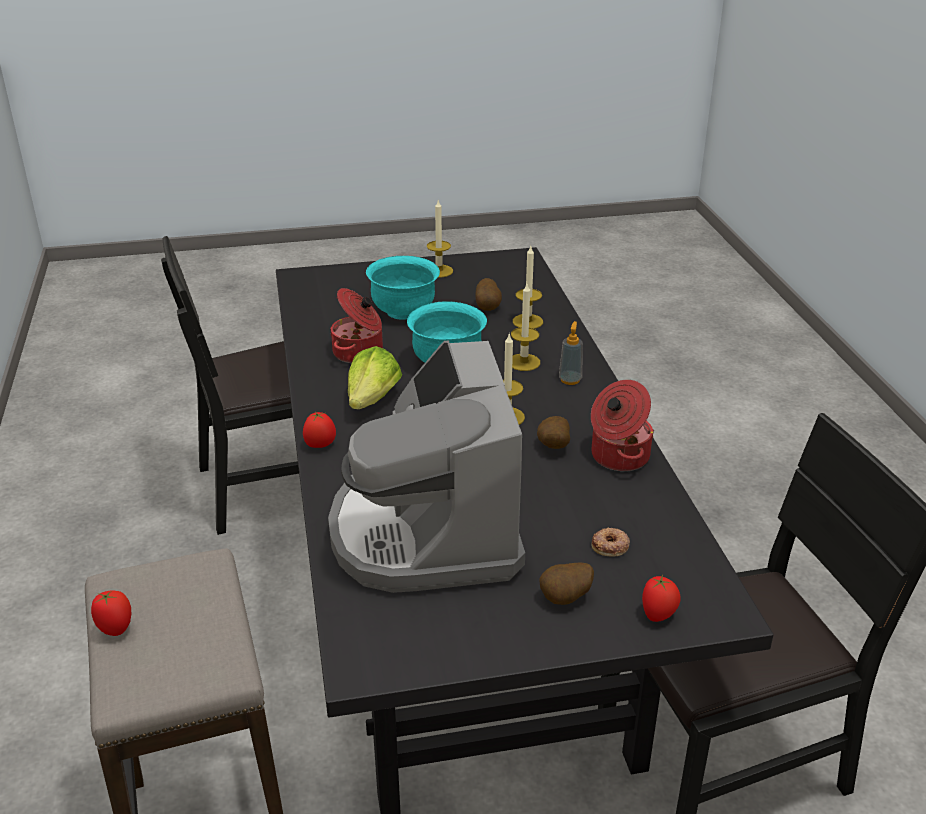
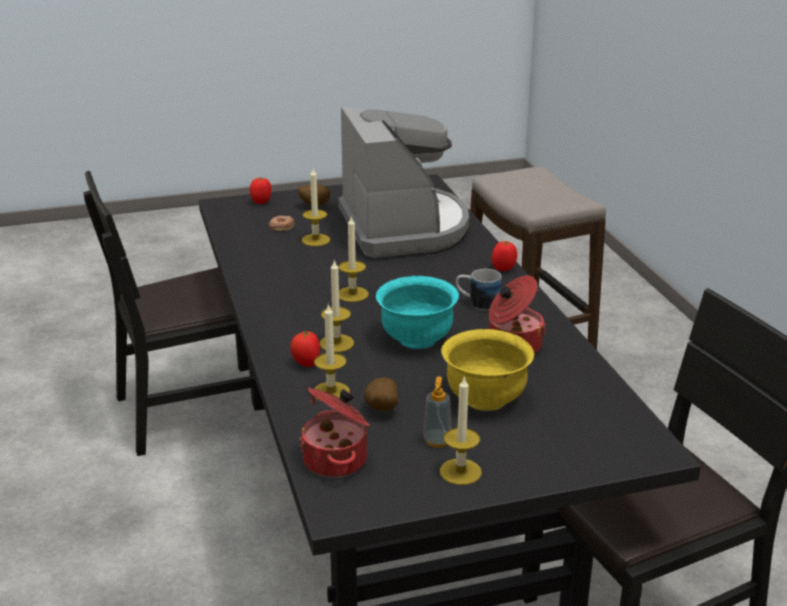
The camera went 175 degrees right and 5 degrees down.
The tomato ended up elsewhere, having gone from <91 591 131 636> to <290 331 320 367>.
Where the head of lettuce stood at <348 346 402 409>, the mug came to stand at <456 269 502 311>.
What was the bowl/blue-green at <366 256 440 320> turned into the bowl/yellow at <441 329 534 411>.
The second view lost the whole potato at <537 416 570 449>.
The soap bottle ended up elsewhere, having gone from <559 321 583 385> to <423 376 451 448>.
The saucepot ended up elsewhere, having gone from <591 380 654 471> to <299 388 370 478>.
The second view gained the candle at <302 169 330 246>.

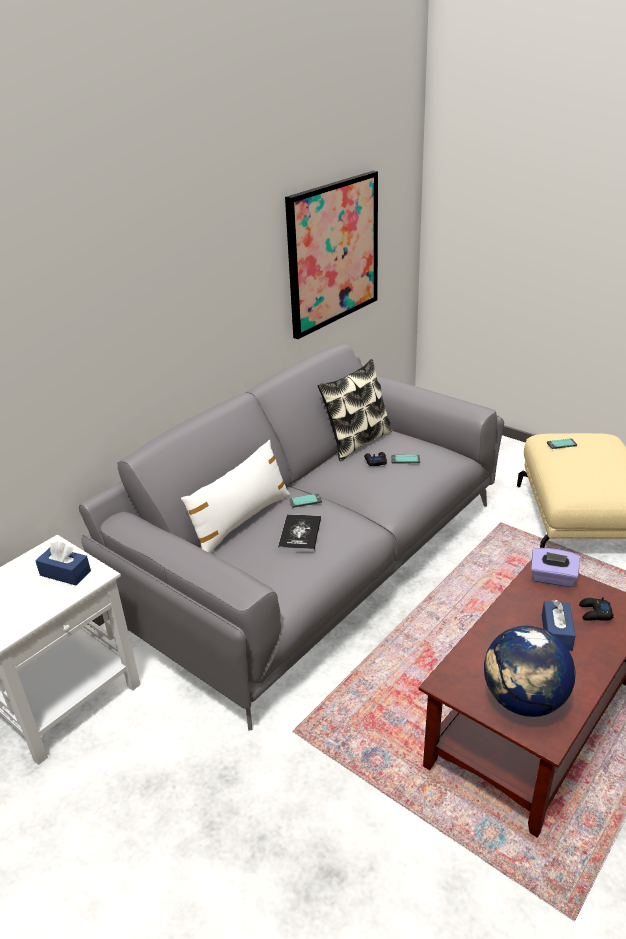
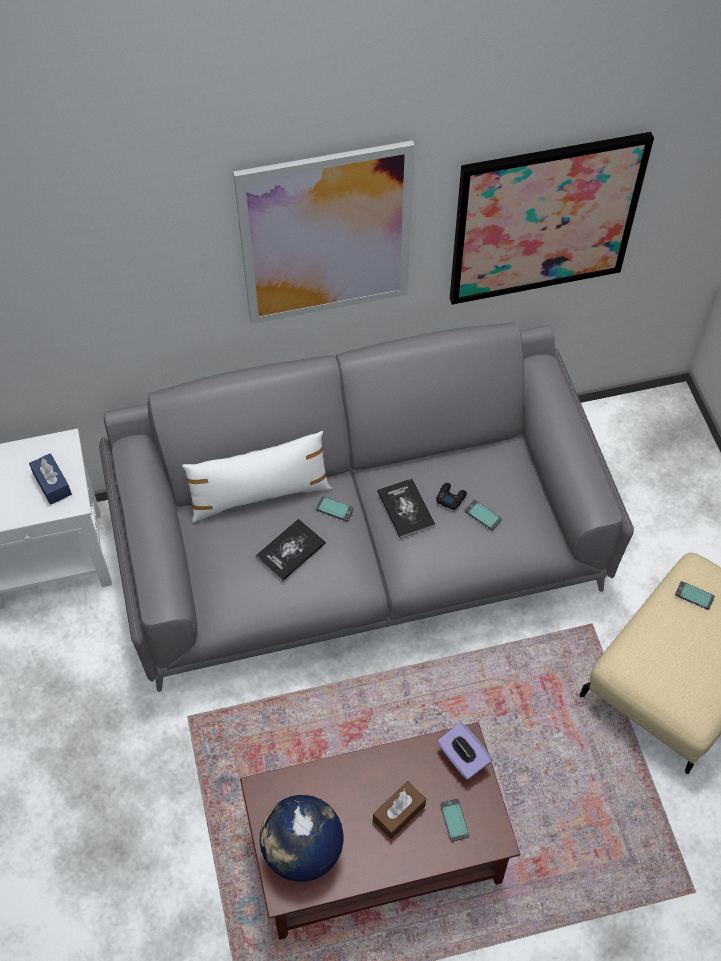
The camera went 35 degrees right and 25 degrees up.
The second view lost the cushion at <317 359 393 461>.
What was the tissue box/blue-coloured at <542 600 576 651> turned into the tissue box/brown at <373 781 426 839>.
Where the gamepad/black-coloured stood at <579 597 614 621>, the phone came to stand at <440 799 469 842>.
The second view gained the wall picture at <233 140 414 324>.
The second view gained the volume at <377 478 435 539>.

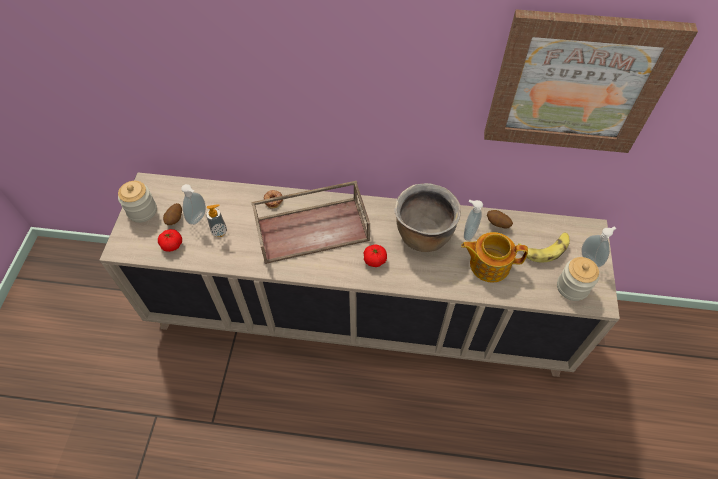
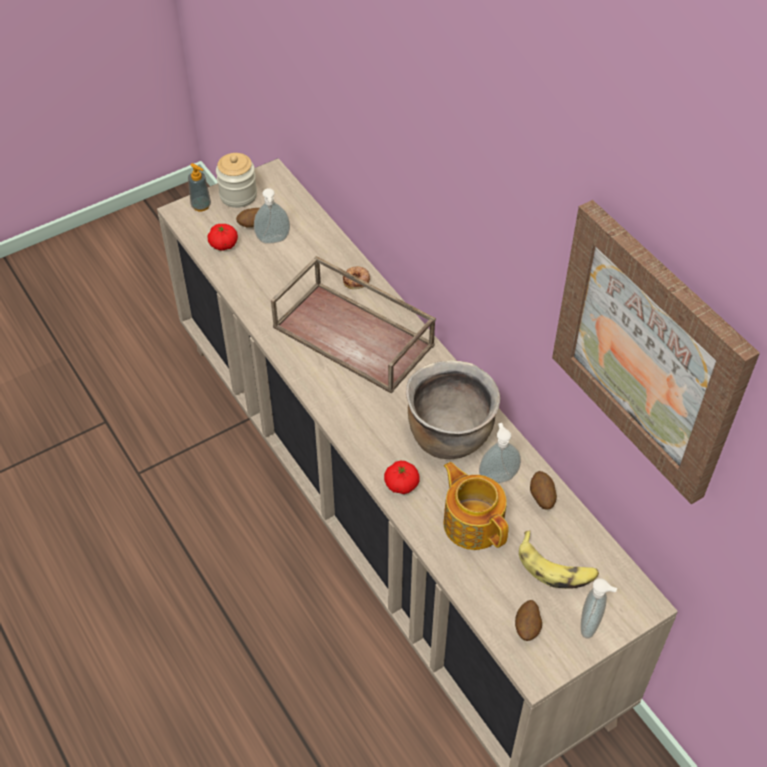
The camera went 50 degrees right and 5 degrees down.
The soap bottle ended up elsewhere, having gone from <206 204 227 237> to <188 163 211 211>.
The tomato ended up elsewhere, having gone from <364 244 387 267> to <384 461 419 494>.
Where the storage jar stood at <557 257 599 301>, the whole potato came to stand at <515 600 542 641>.

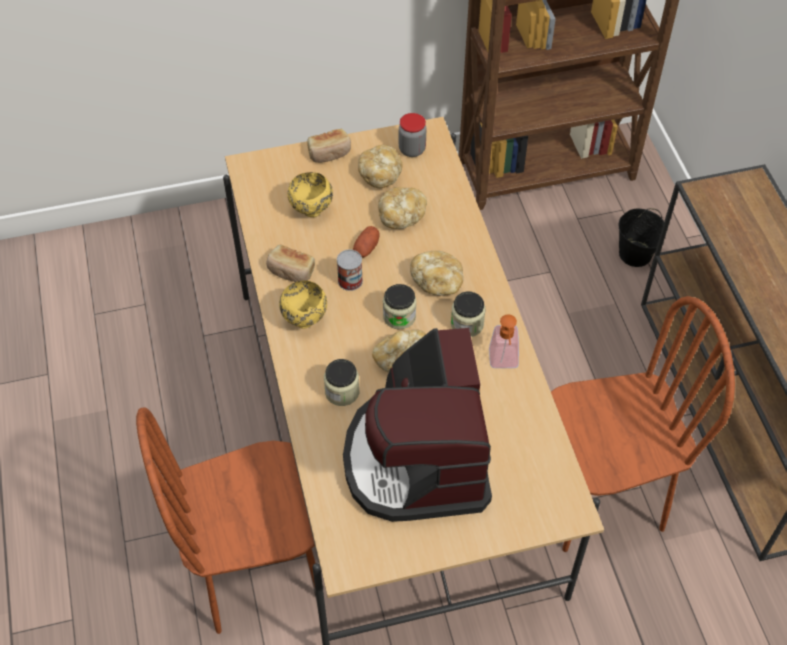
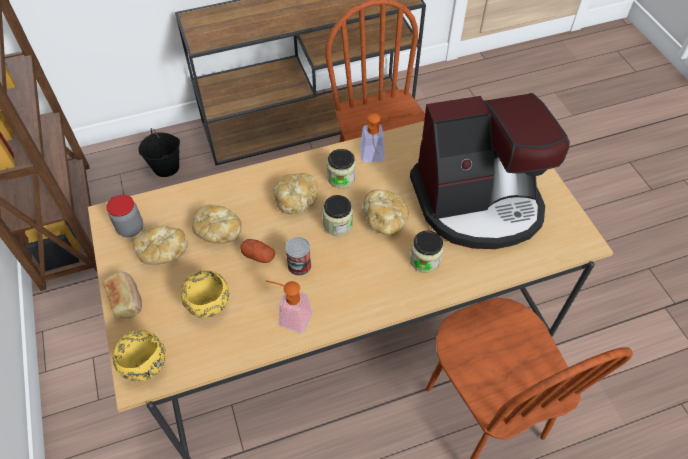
The camera went 95 degrees left and 0 degrees up.
Where the bread stood at <266 245 315 282>, the soap bottle came to stand at <266 280 312 333>.
The bowl/yellow ended up elsewhere, having gone from <279 281 327 329> to <113 330 166 382>.

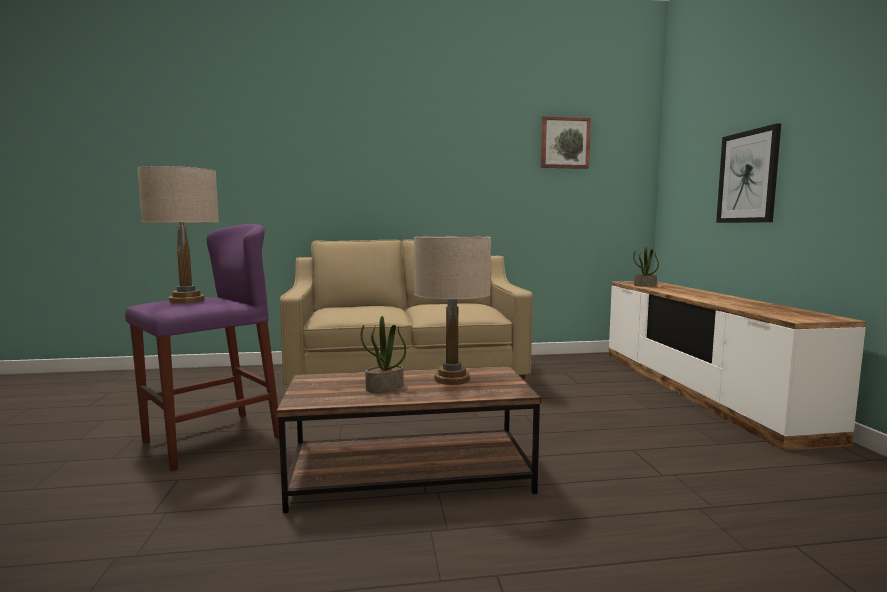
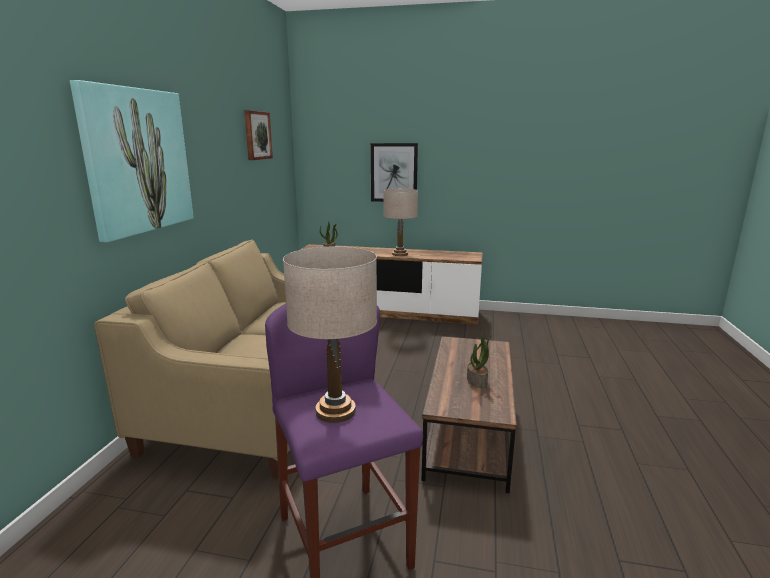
The camera went 70 degrees left and 10 degrees up.
The table lamp/sand-coloured ended up elsewhere, having gone from <414 236 491 385> to <383 188 418 256>.
The second view gained the wall picture at <70 80 194 243>.

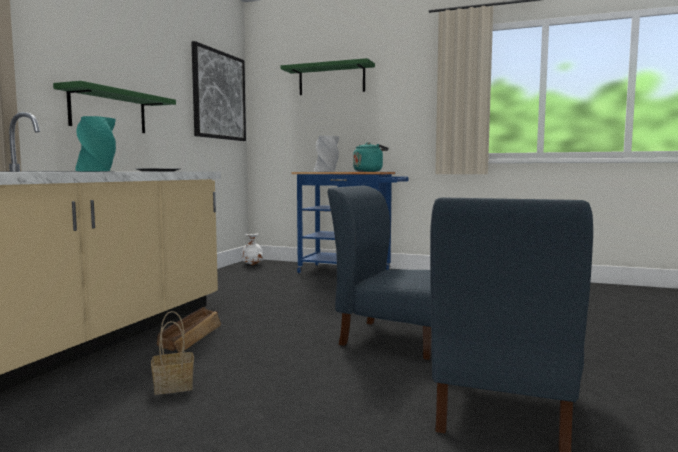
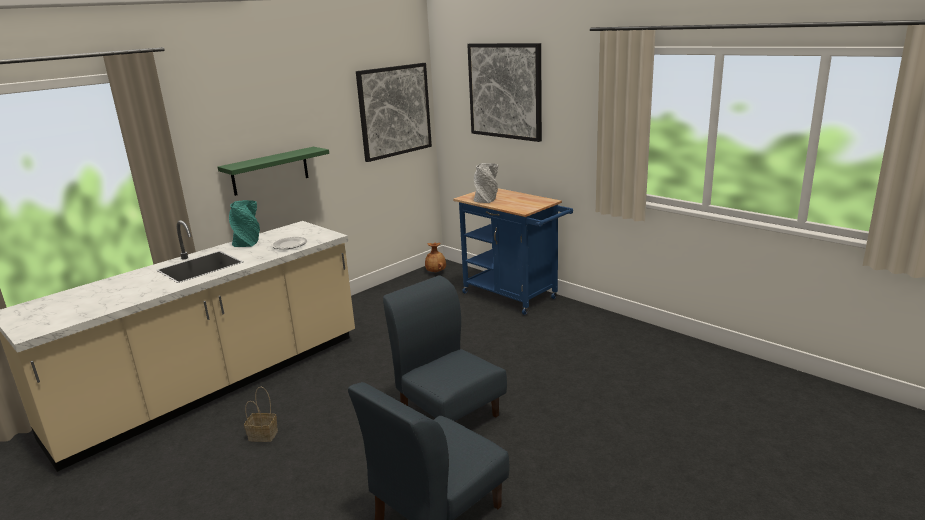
The camera went 25 degrees right and 15 degrees up.
The second view lost the packing crate at <157 307 221 353>.
What was the flower vase/white-coloured at <241 233 263 265> turned into the flower vase/brown at <425 243 446 272>.
Where the shelf/greenish hung at <281 58 375 95>, the wall picture came to hang at <467 43 542 142>.
The second view lost the tea kettle/blue-green at <353 142 389 172>.

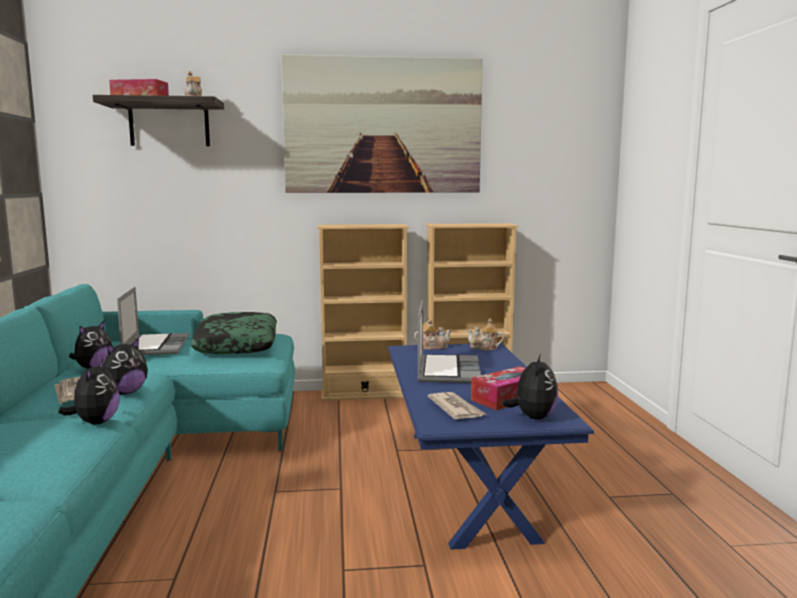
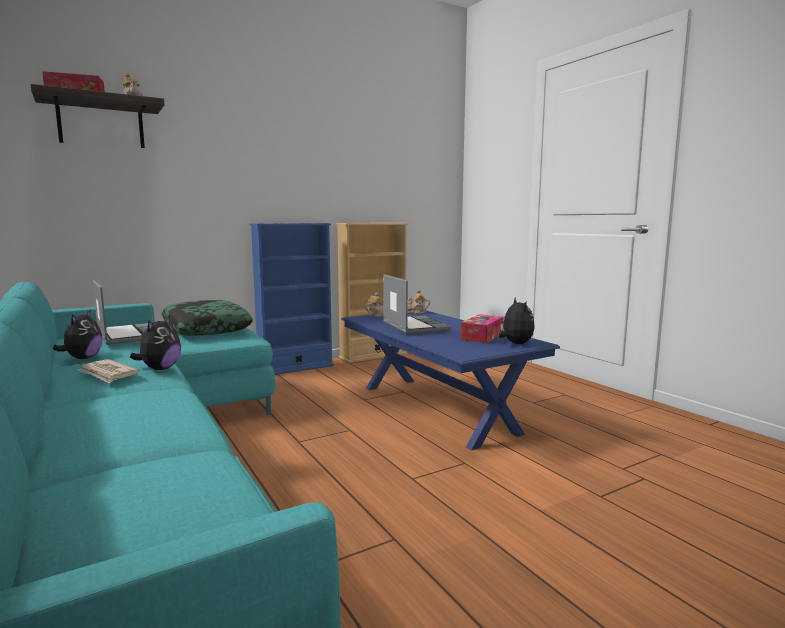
The camera went 25 degrees left and 0 degrees up.
The second view lost the plush toy at <58 359 120 424>.
The second view lost the wall picture at <281 54 483 193>.
What was the shelving unit/sand-coloured at <318 224 409 401> turned into the shelving unit/blue-coloured at <250 223 334 375>.
The second view lost the newspaper at <428 392 486 419>.

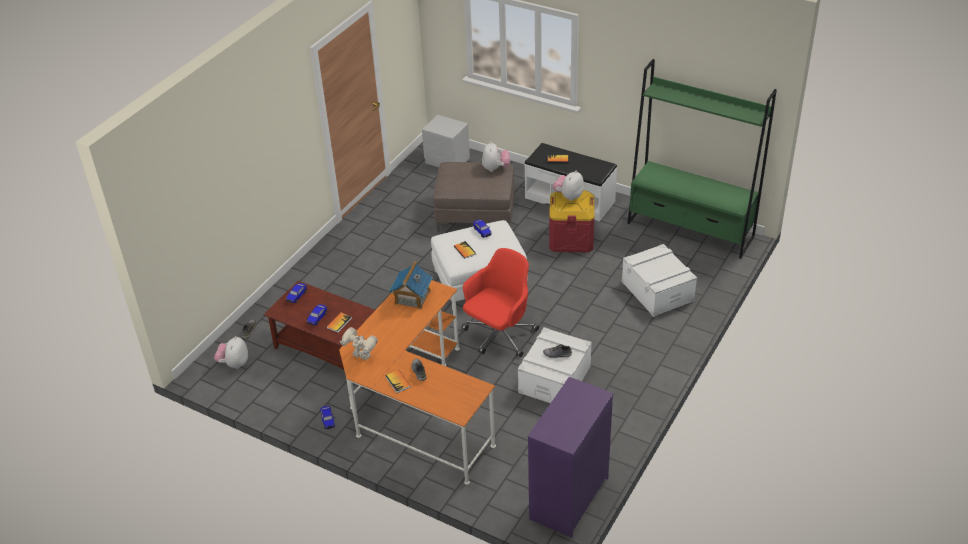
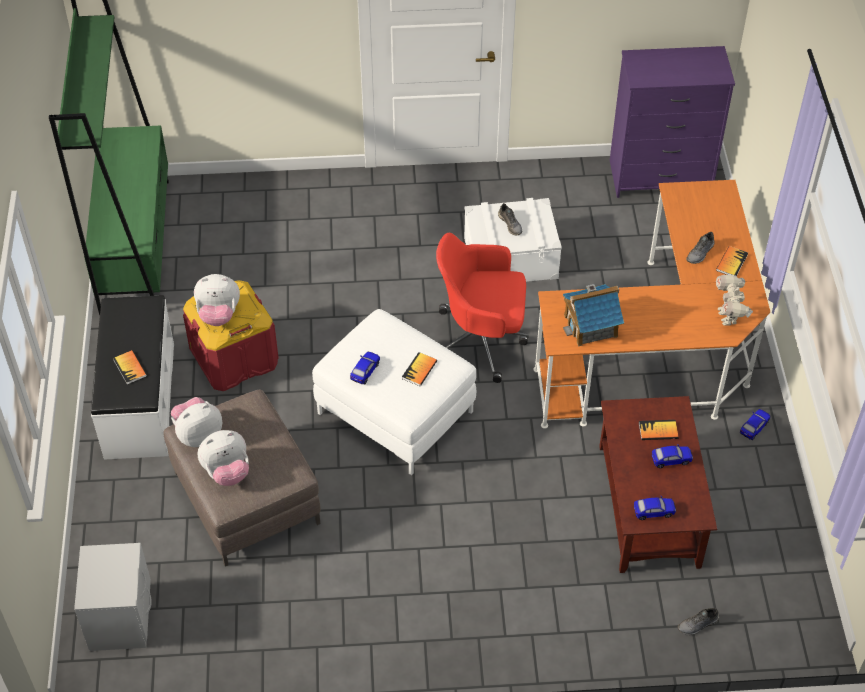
The camera went 125 degrees left and 10 degrees up.
The plush toy ended up elsewhere, having gone from <214 336 248 369> to <198 430 249 486>.
The second view lost the storage box/white-coloured at <622 244 697 317>.

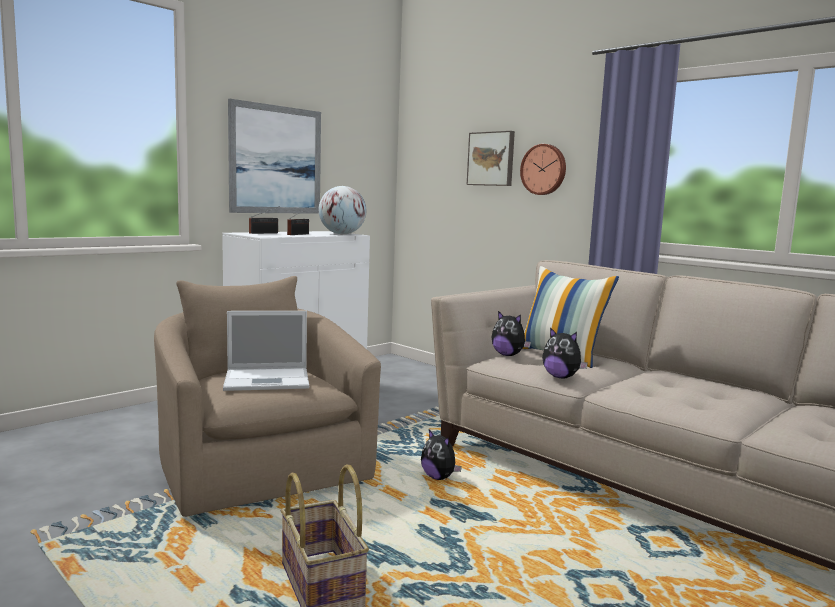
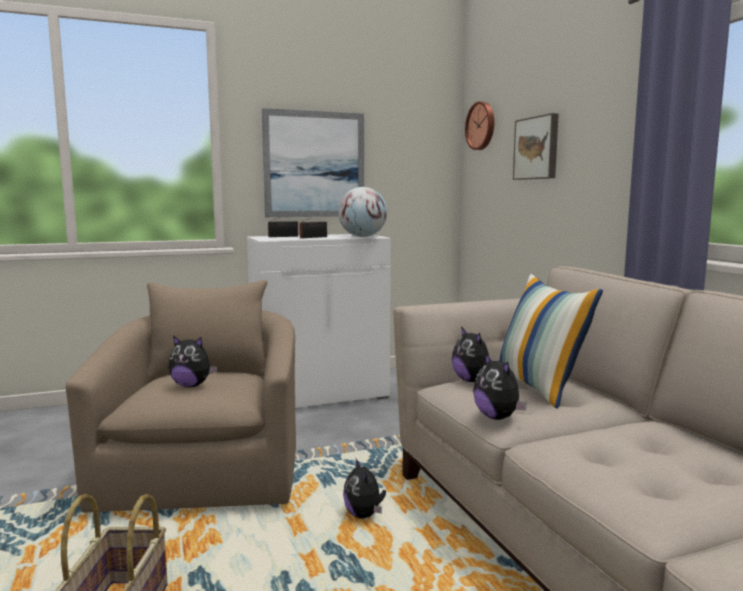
The camera went 25 degrees right and 0 degrees up.
Where the portable computer stood at <223 311 309 391>, the plush toy came to stand at <168 336 217 387>.
The clock on the wall ended up elsewhere, having gone from <520 144 566 195> to <465 102 494 150>.

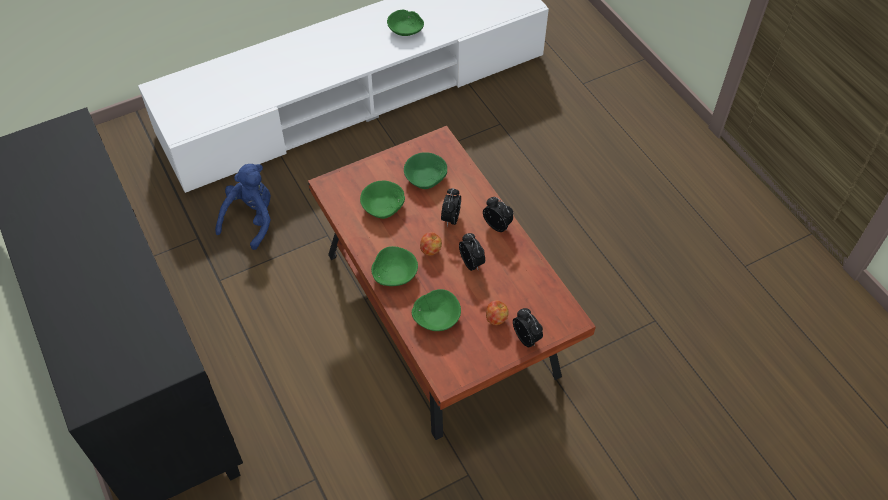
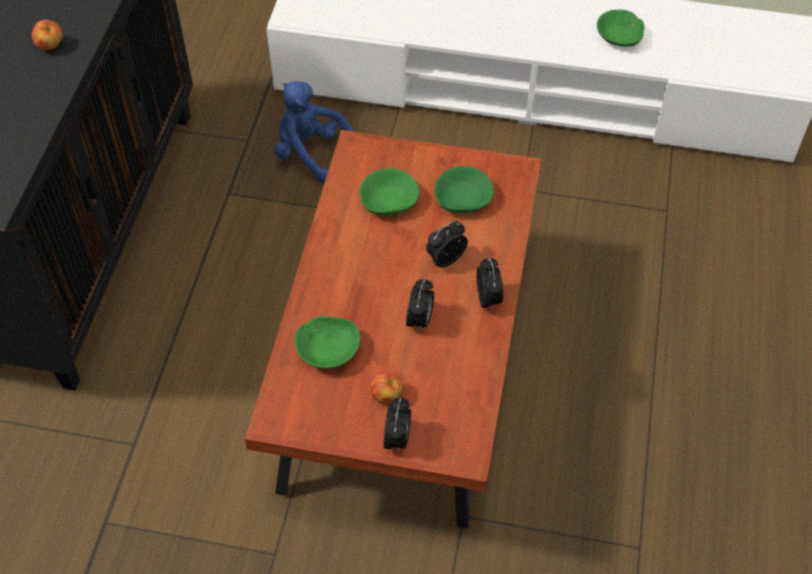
The camera went 40 degrees right and 0 degrees up.
The plush toy/blue-coloured at <215 164 271 250> ended up facing another way, 120 degrees counterclockwise from before.
The second view lost the bowl/greenish at <371 246 418 286>.
The apple ended up elsewhere, having gone from <420 232 442 256> to <32 20 62 50>.

